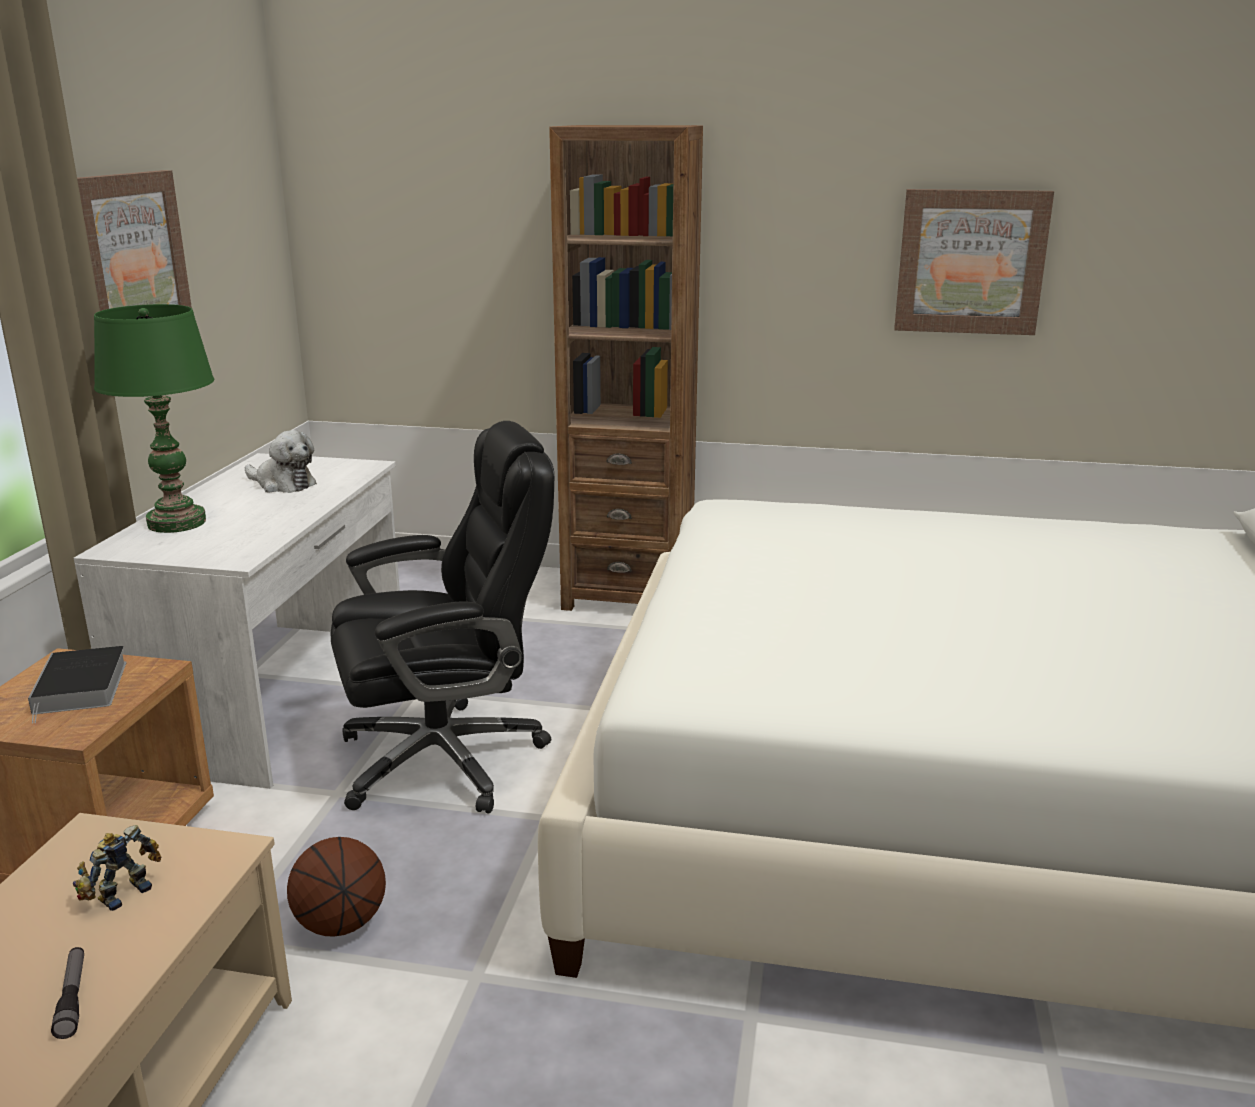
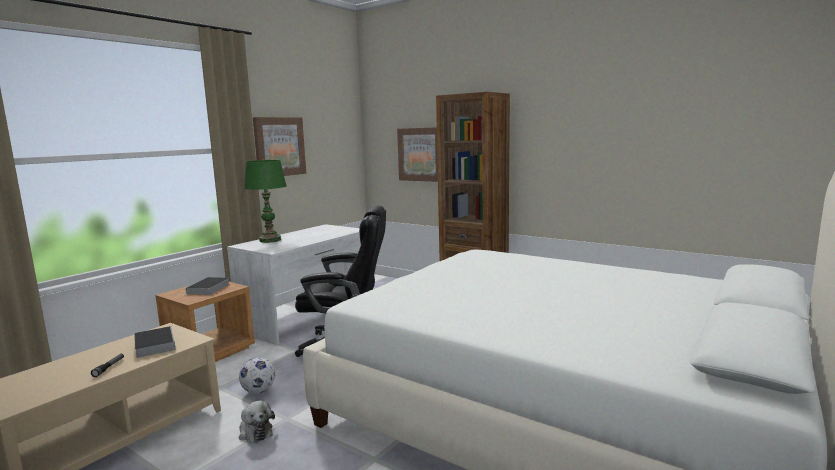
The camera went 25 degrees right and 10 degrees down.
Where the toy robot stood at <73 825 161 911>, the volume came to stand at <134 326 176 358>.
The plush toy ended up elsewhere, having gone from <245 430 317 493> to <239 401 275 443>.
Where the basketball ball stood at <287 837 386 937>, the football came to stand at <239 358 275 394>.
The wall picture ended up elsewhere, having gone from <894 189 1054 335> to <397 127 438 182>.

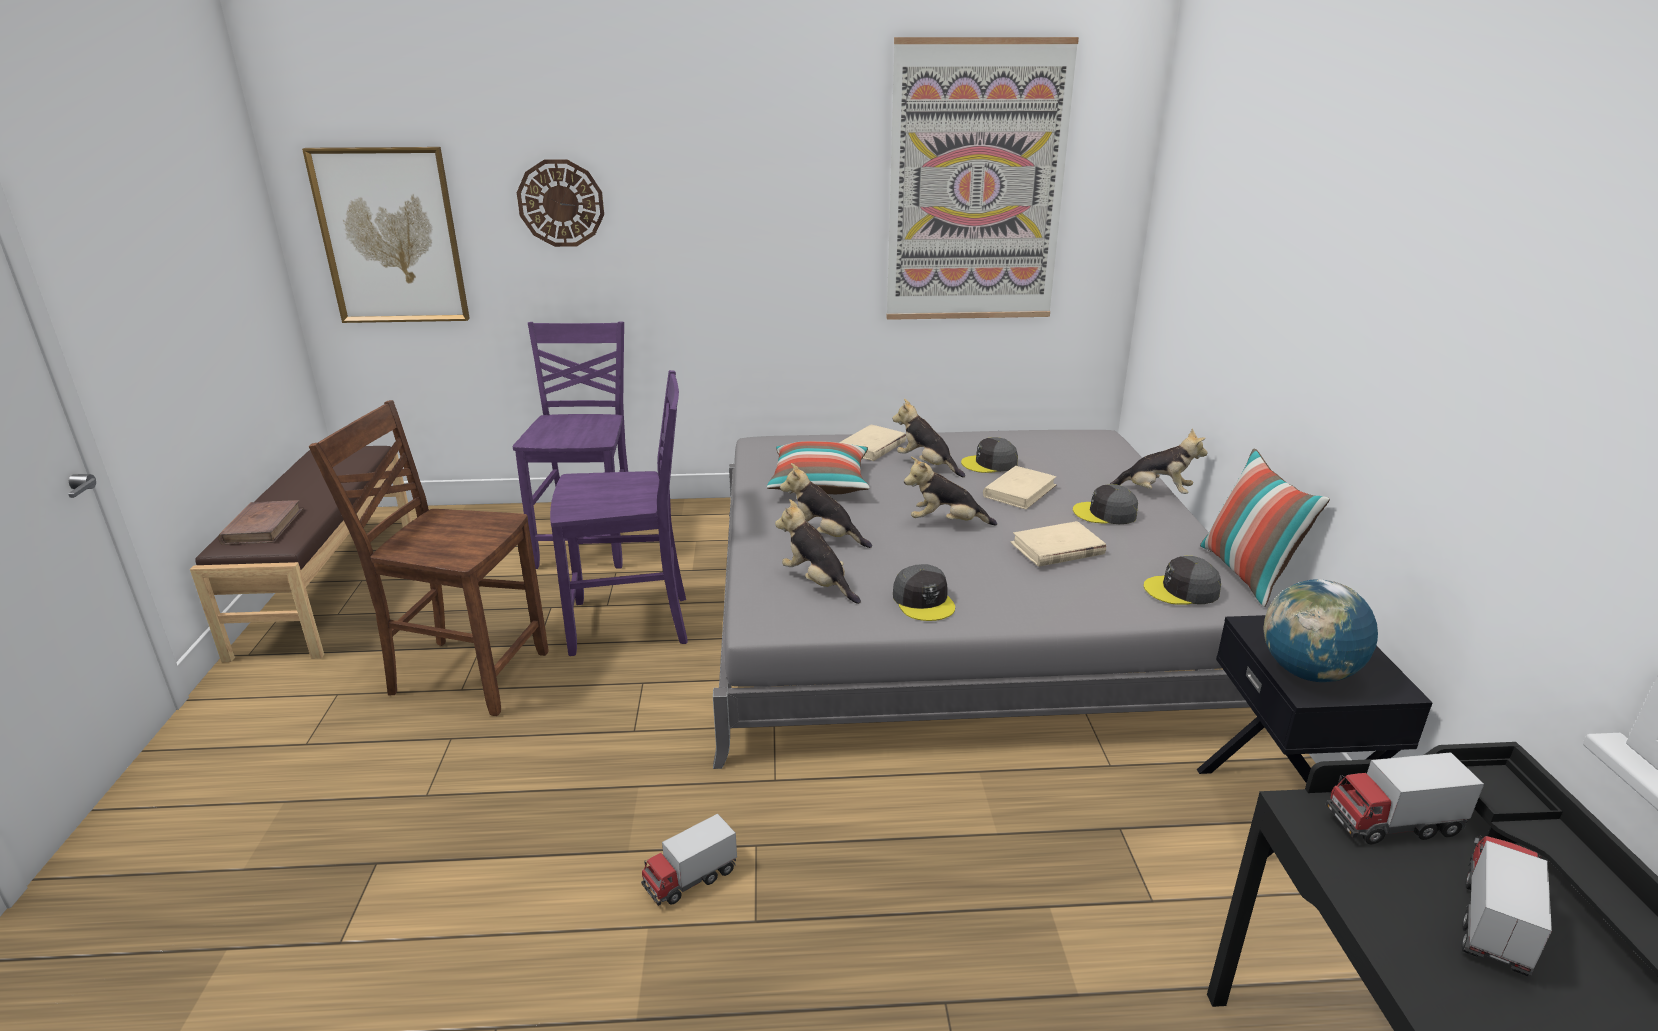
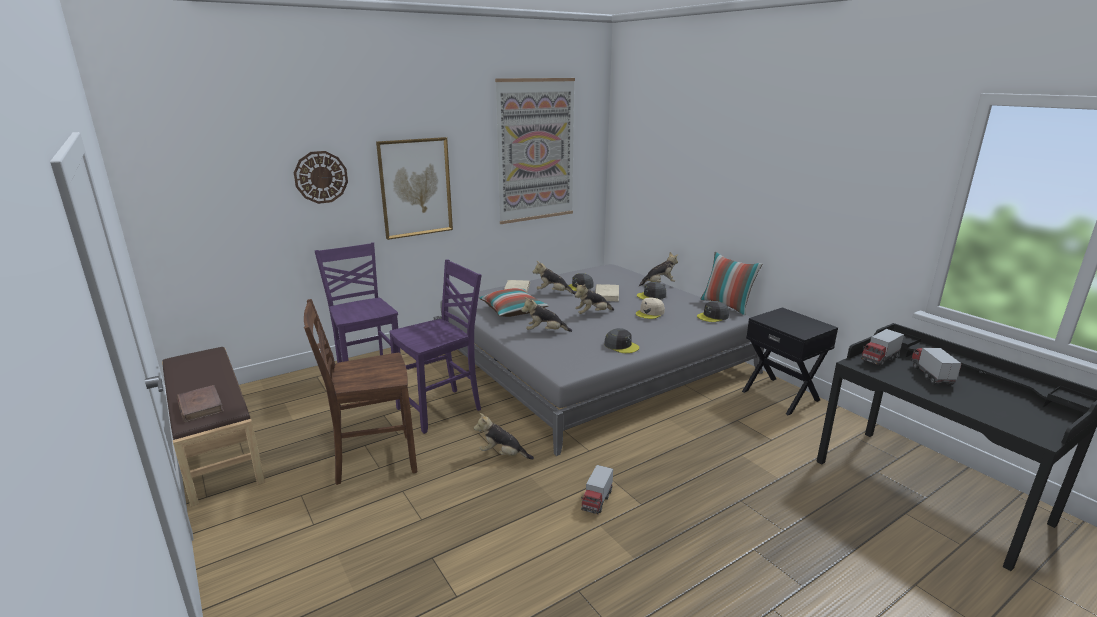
The camera went 30 degrees left and 5 degrees down.
The wall picture ended up elsewhere, having gone from <302 147 470 323> to <376 137 453 240>.
The plush toy ended up elsewhere, having gone from <775 499 861 604> to <474 413 534 460>.
Where the volume/sand-coloured stood at <1010 521 1106 567>, the cap/sand-coloured came to stand at <636 297 665 319>.
The second view lost the world globe at <1263 579 1378 682>.

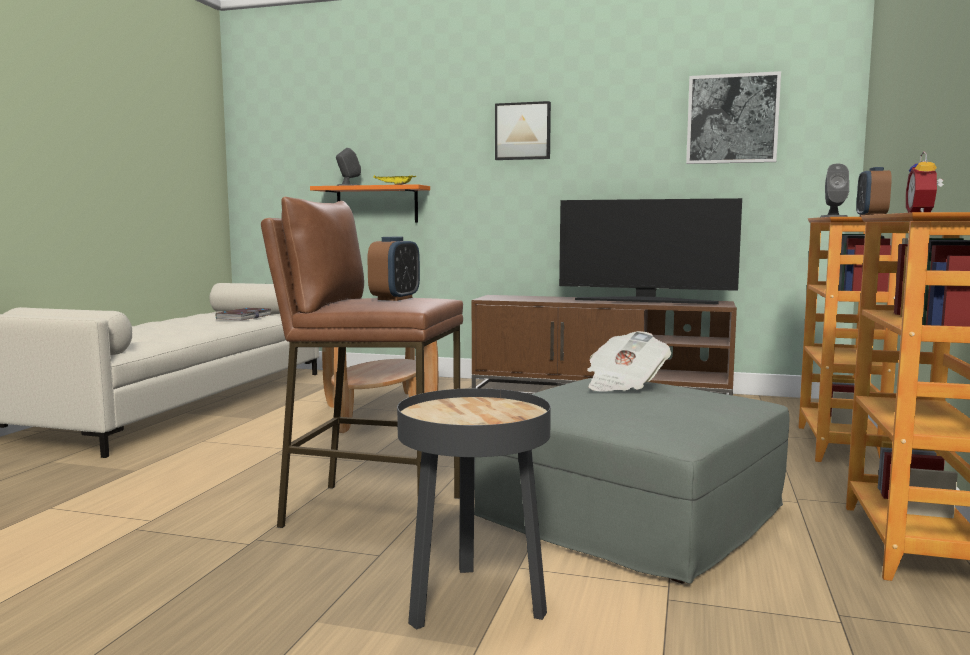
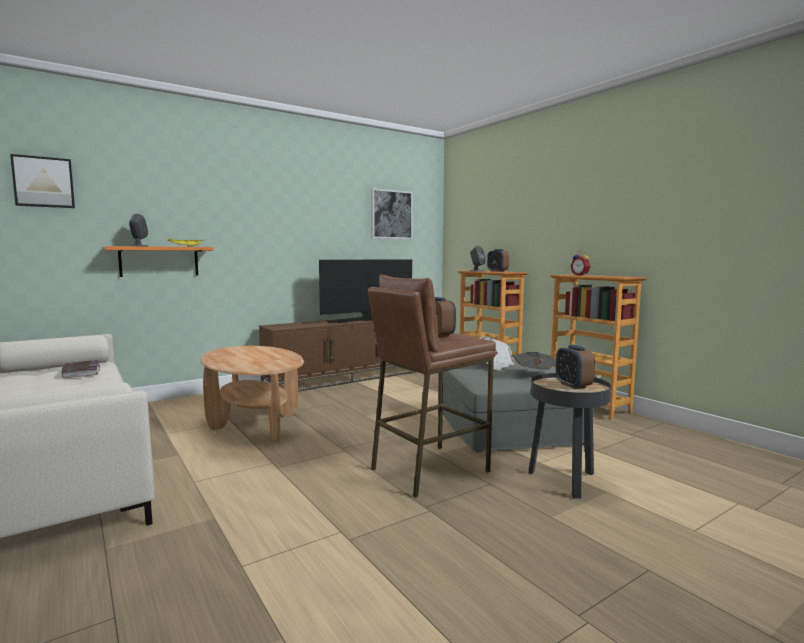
The camera went 50 degrees left and 0 degrees up.
The wall picture ended up elsewhere, having gone from <495 101 551 160> to <10 154 75 208>.
The second view gained the newspaper at <512 352 556 370>.
The second view gained the alarm clock at <556 345 595 389>.

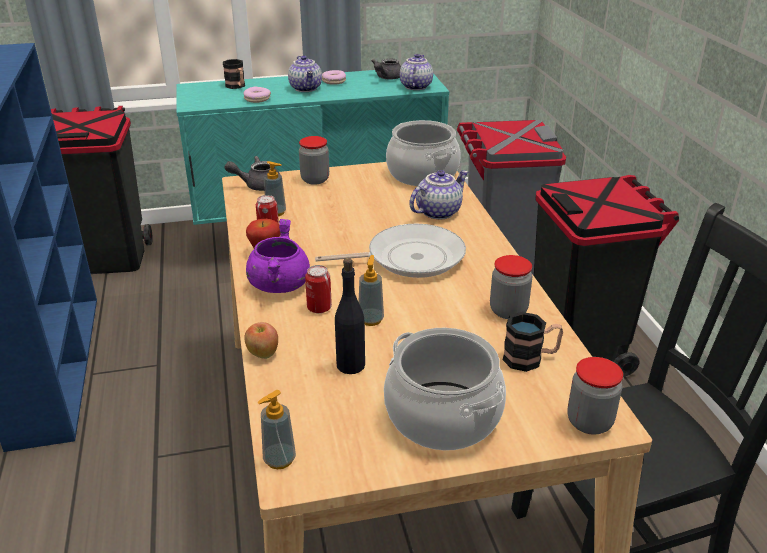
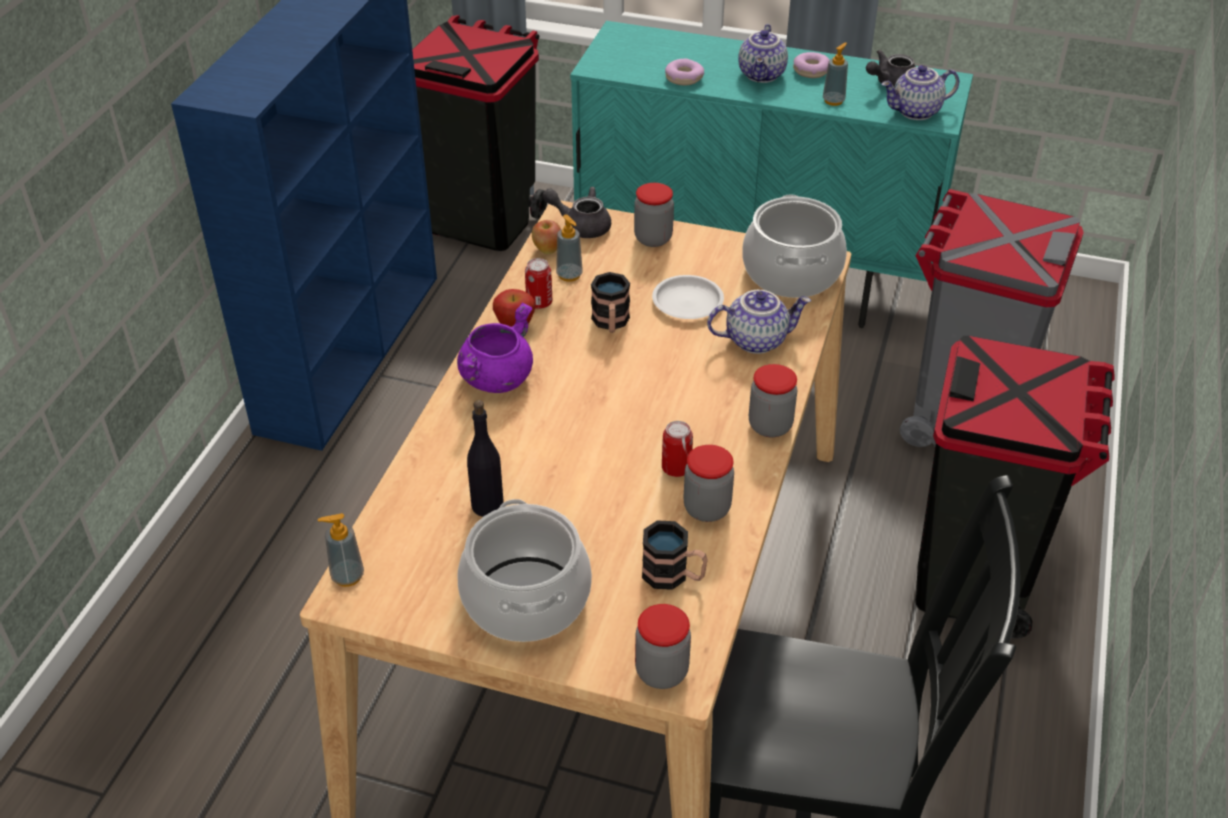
The camera went 30 degrees right and 10 degrees up.
The mug ended up elsewhere, having gone from <223 59 245 89> to <591 272 630 333>.
The apple ended up elsewhere, having gone from <244 322 278 359> to <532 220 561 254>.
The metal can ended up elsewhere, having gone from <305 265 332 313> to <662 421 693 477>.
The second view lost the skillet at <315 224 466 278>.
The soap bottle ended up elsewhere, having gone from <359 255 384 326> to <823 43 848 106>.
The pot for tea at <400 54 433 90> ended up facing another way, 150 degrees counterclockwise from before.
The second view gained the dinner plate/white-coloured at <652 275 724 319>.
The second view gained the storage jar at <749 364 798 437>.

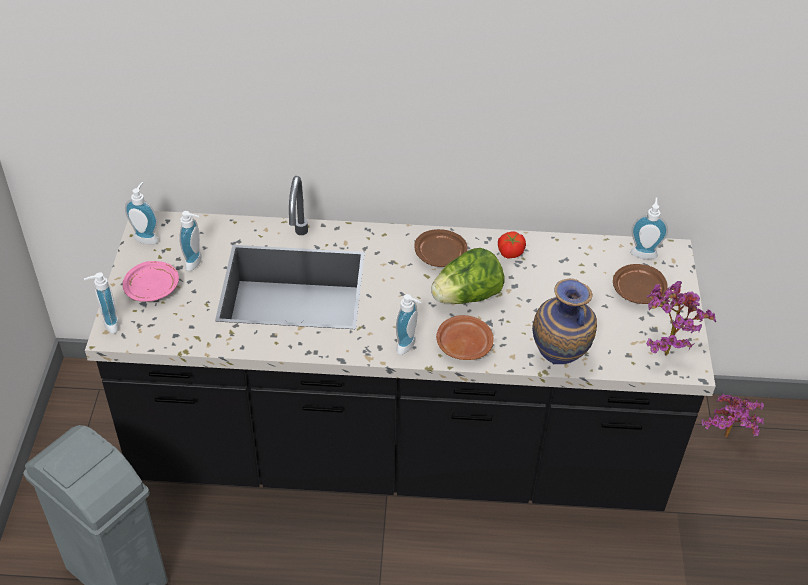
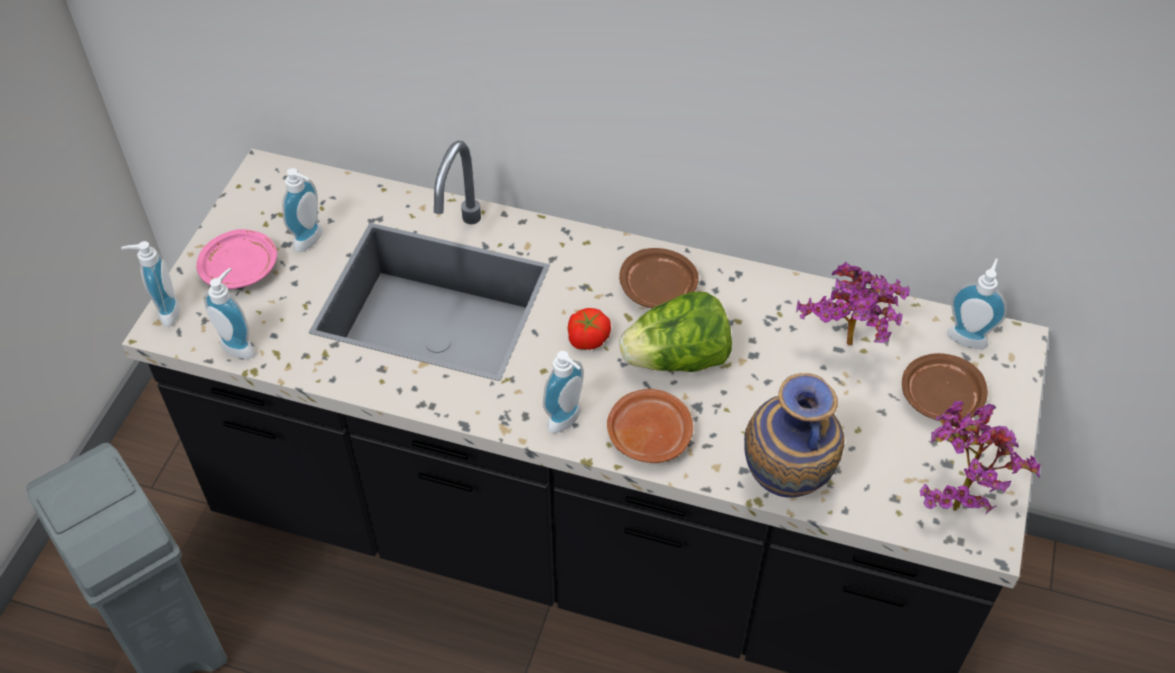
The camera went 15 degrees right and 5 degrees up.
The soap bottle ended up elsewhere, having gone from <125 182 159 244> to <204 268 255 359>.
The tomato ended up elsewhere, having gone from <498 231 526 259> to <568 308 611 350>.
The plant in a pot ended up elsewhere, having gone from <702 394 764 437> to <796 262 910 345>.

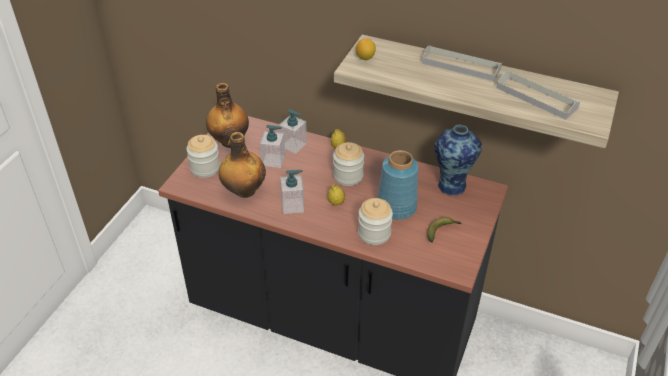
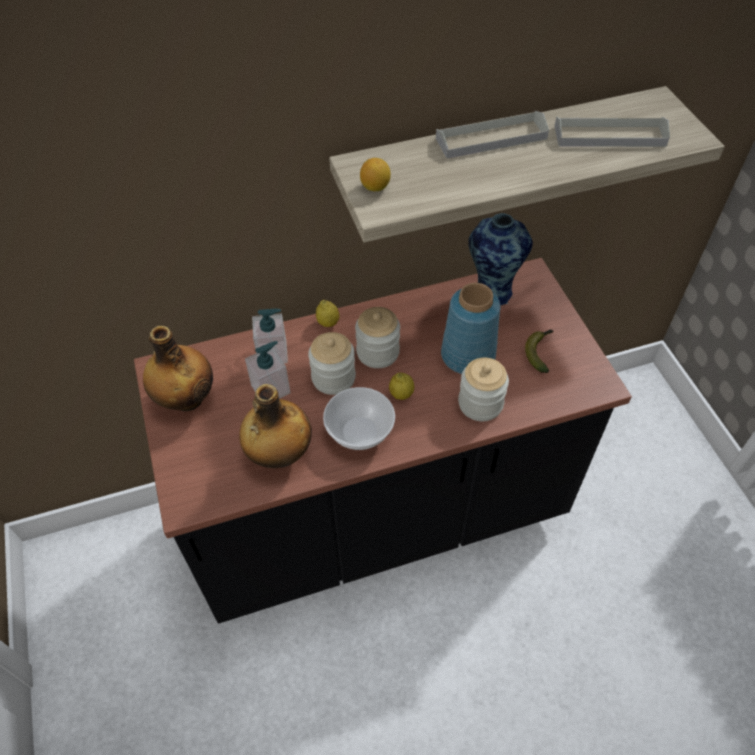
The camera went 40 degrees left and 10 degrees up.
The storage jar ended up elsewhere, having gone from <187 135 220 178> to <308 332 356 395>.
Where the soap bottle stood at <280 170 304 214>, the bowl came to stand at <323 387 395 450>.

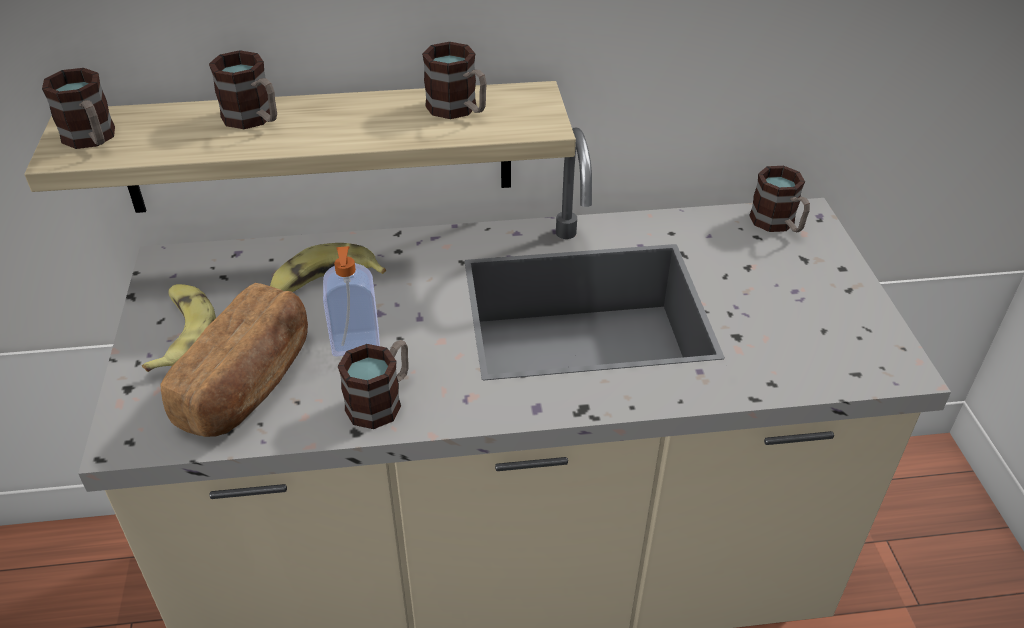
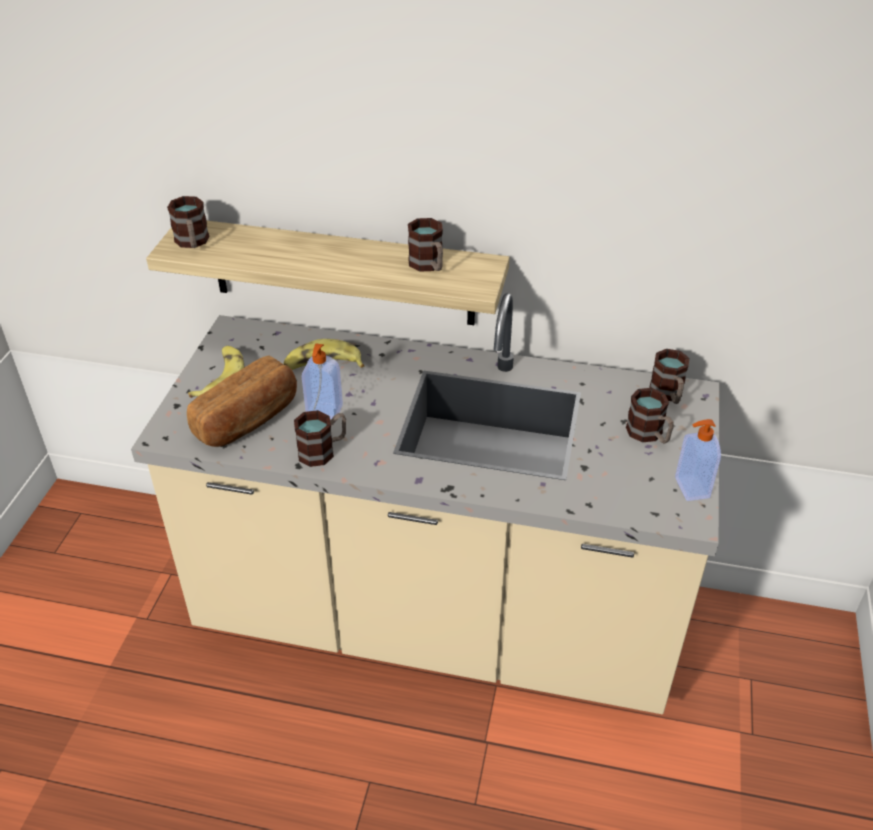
The camera went 20 degrees right and 0 degrees up.
The mug ended up elsewhere, having gone from <209 50 277 129> to <626 388 674 443>.
The second view gained the soap bottle at <675 419 721 501>.

